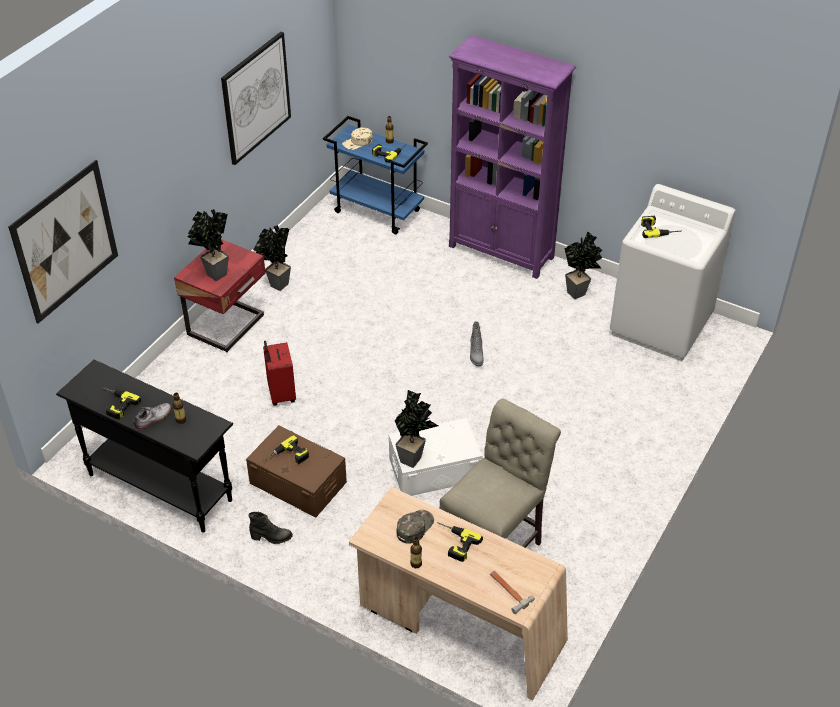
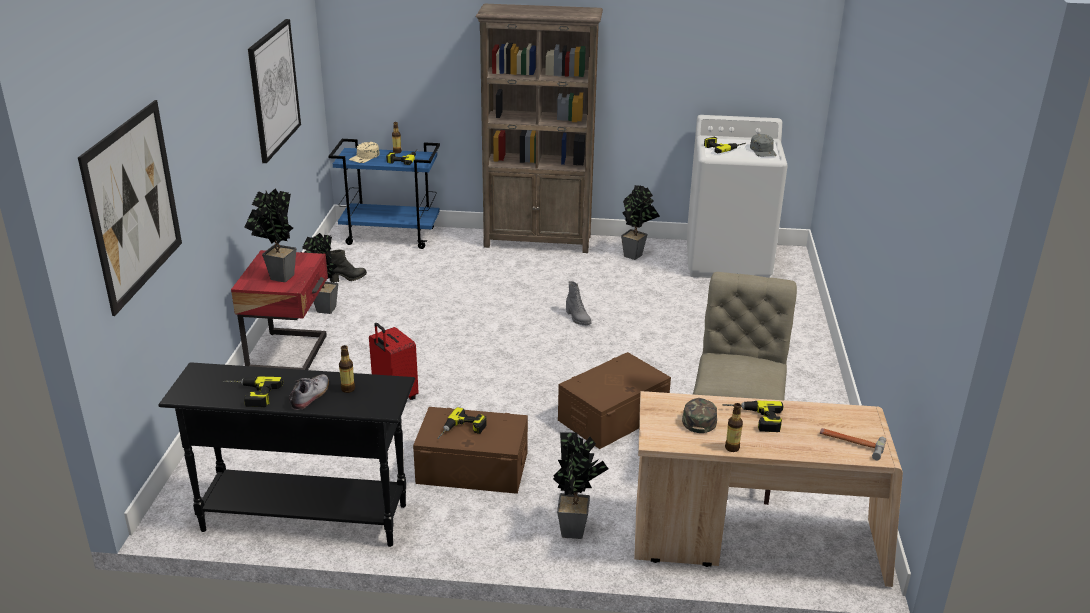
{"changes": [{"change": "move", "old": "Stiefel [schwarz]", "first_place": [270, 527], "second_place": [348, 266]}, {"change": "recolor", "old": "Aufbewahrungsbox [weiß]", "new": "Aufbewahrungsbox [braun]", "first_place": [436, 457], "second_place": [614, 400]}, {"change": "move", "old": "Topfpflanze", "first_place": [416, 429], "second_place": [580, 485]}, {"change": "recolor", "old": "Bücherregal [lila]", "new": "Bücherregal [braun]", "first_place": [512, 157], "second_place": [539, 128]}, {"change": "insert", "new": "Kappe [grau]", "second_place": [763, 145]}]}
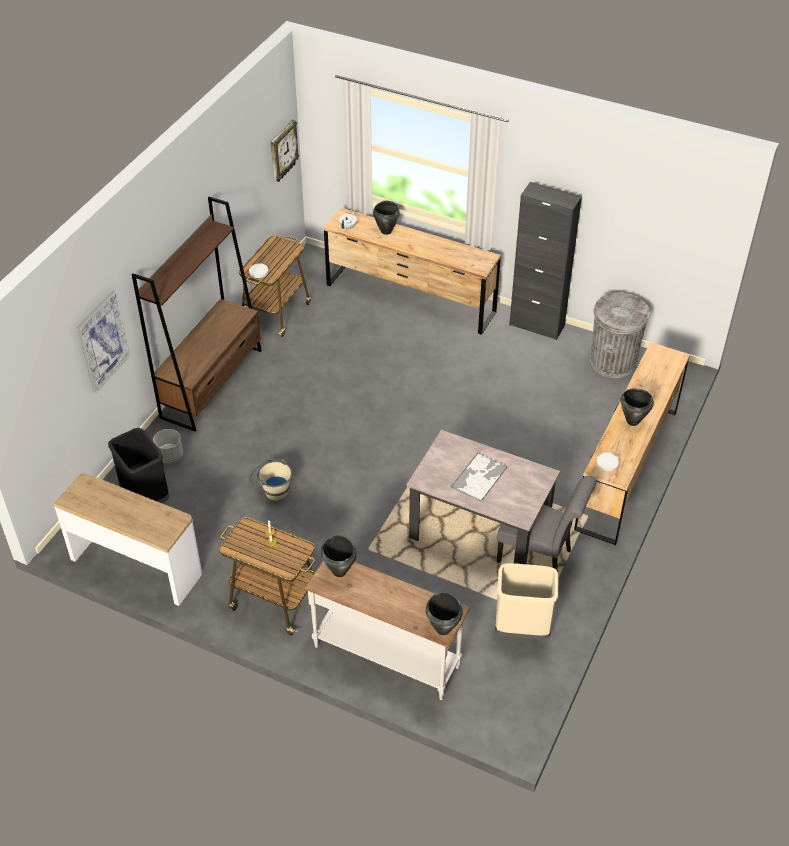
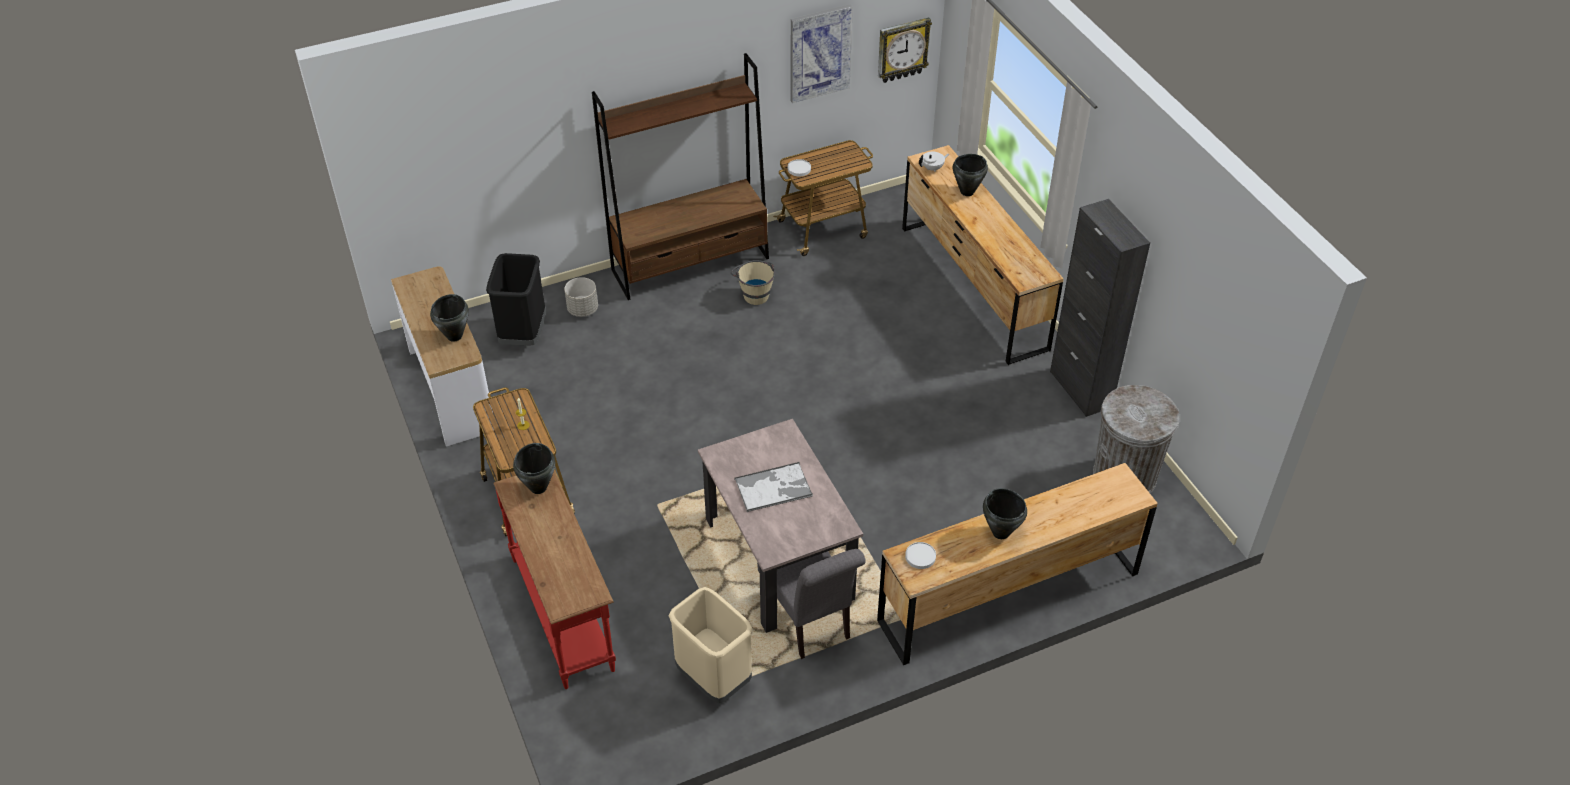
{"changes": [{"change": "move", "old": "Bild", "first_place": [103, 341], "second_place": [821, 53]}, {"change": "move", "old": "Eimer [beige]", "first_place": [271, 480], "second_place": [753, 282]}, {"change": "recolor", "old": "Konsolentisch [weiß]", "new": "Konsolentisch [rot]", "first_place": [387, 630], "second_place": [554, 579]}, {"change": "move", "old": "Kochtopf [schwarz]", "first_place": [444, 613], "second_place": [449, 318]}]}
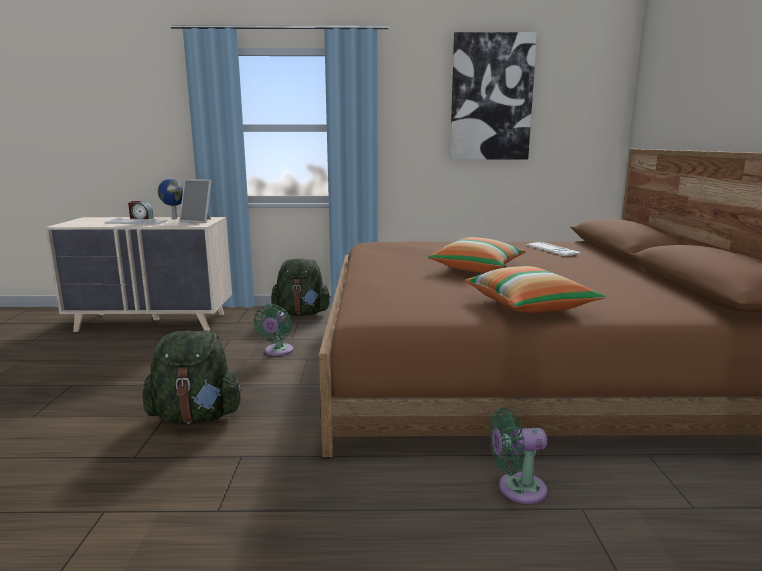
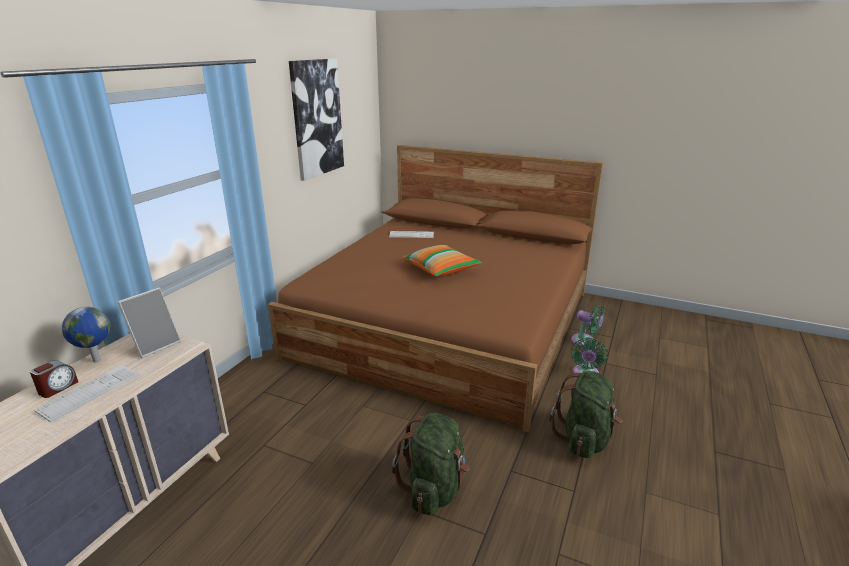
{"changes": [{"change": "move", "old": "Ventilator [grün]", "first_place": [273, 330], "second_place": [588, 325]}, {"change": "move", "old": "Rucksack [grün]", "first_place": [301, 287], "second_place": [586, 414]}, {"change": "delete", "old": "Kissen", "first_place": [535, 289]}]}
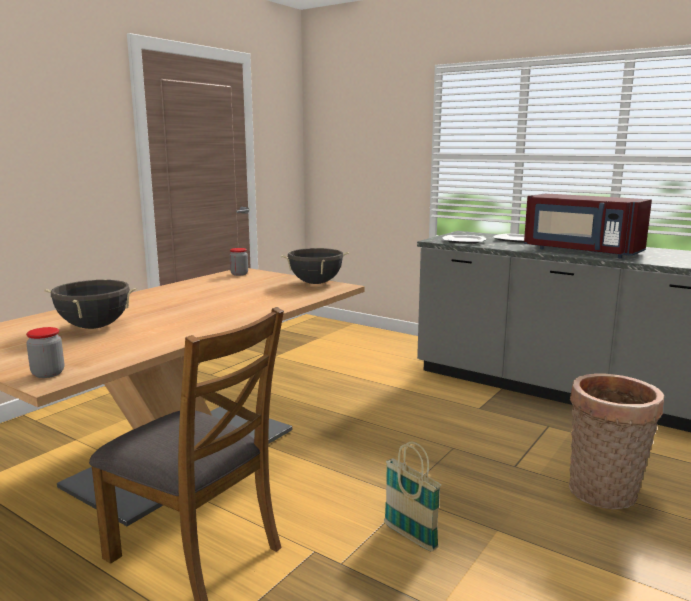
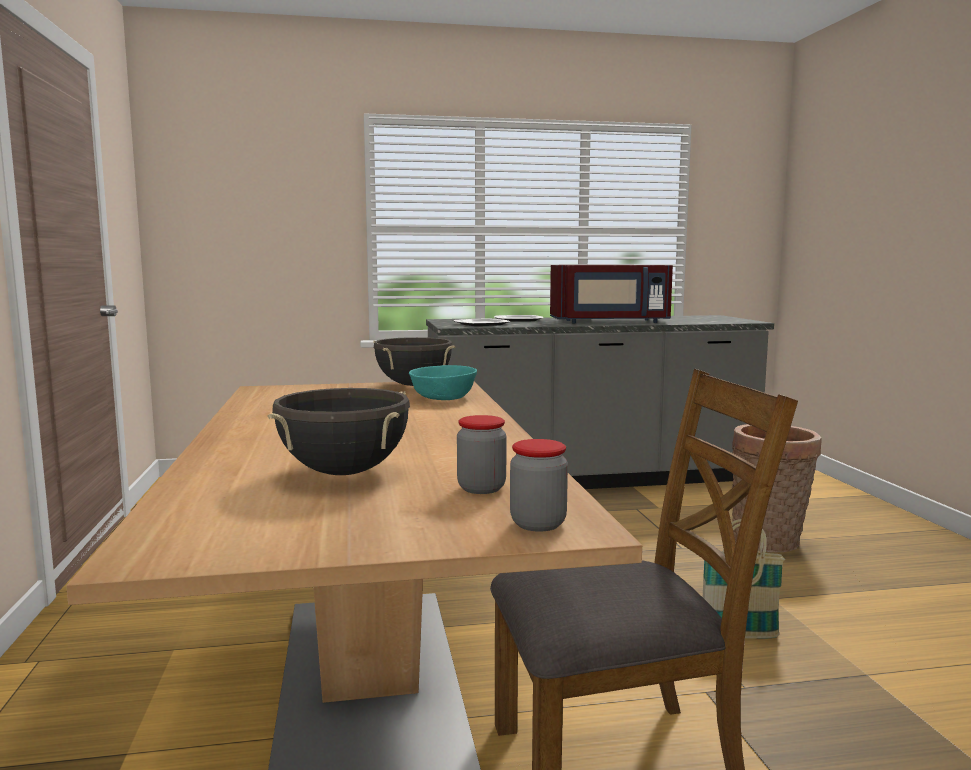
{"changes": [{"change": "move", "old": "Vorratsglas", "first_place": [239, 262], "second_place": [482, 454]}, {"change": "insert", "new": "Schüssel [türkis]", "second_place": [443, 382]}]}
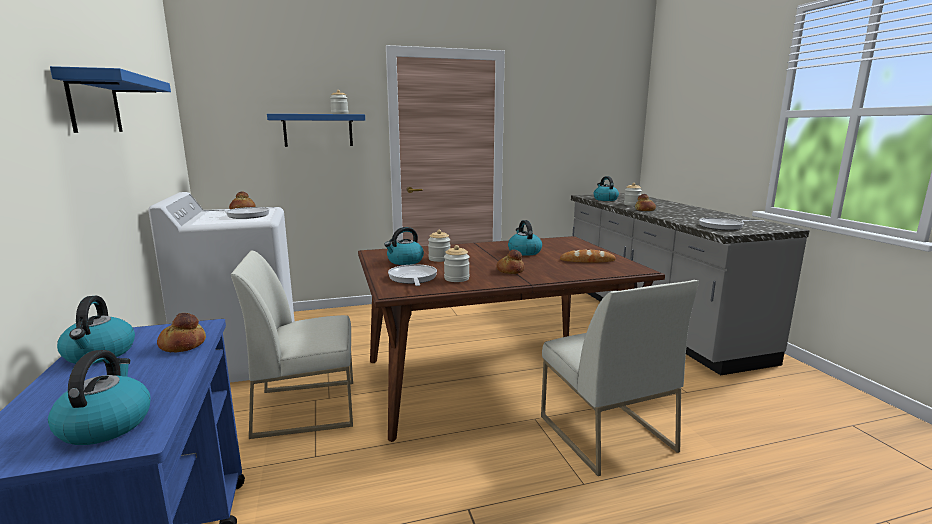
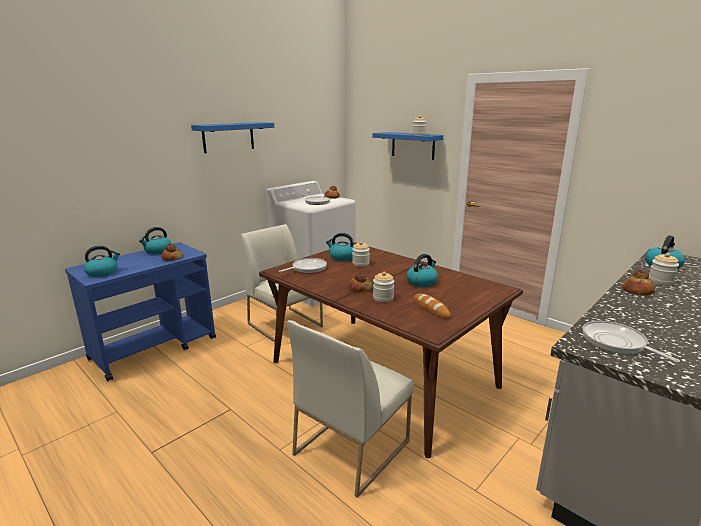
{"changes": [{"change": "move", "old": "Vorratsglas", "first_place": [457, 263], "second_place": [383, 287]}]}
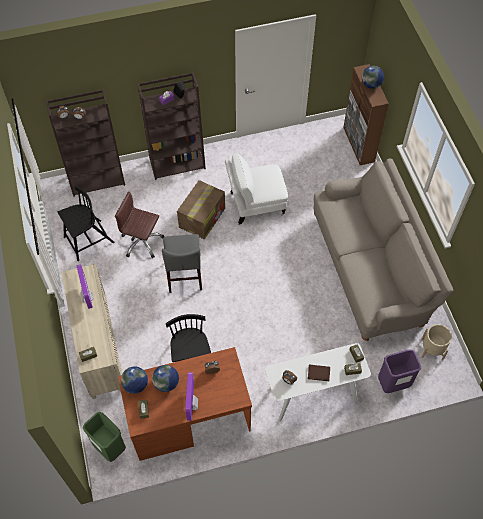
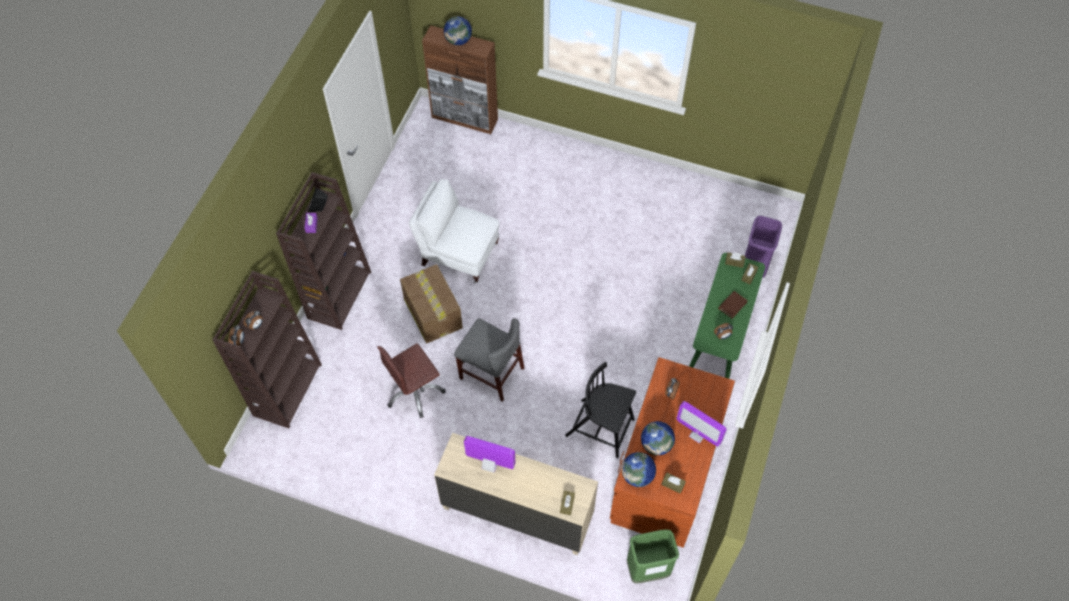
{"changes": [{"change": "delete", "old": "Stuhl [schwarz]", "first_place": [86, 223]}, {"change": "rotate", "old": "Sessel [weiß]", "first_place": [256, 188], "second_place": [454, 231], "degrees": 90}, {"change": "recolor", "old": "Konsolentisch [weiß]", "new": "Konsolentisch [grün]", "first_place": [318, 382], "second_place": [727, 316]}, {"change": "delete", "old": "Sofa [beige]", "first_place": [383, 249]}, {"change": "delete", "old": "Pflanzkübel [beige]", "first_place": [437, 342]}]}
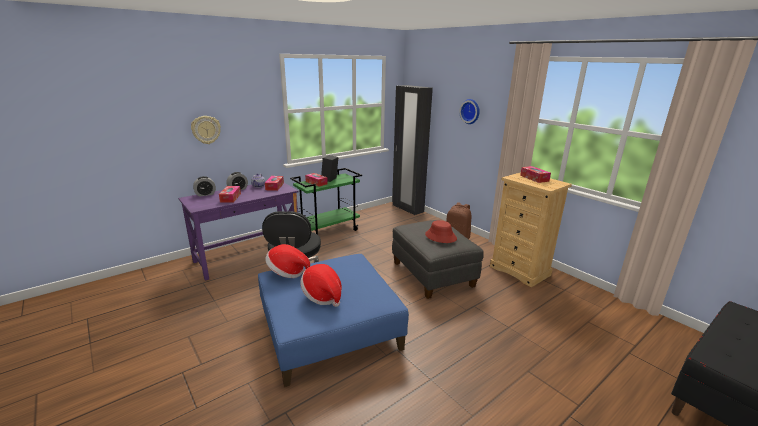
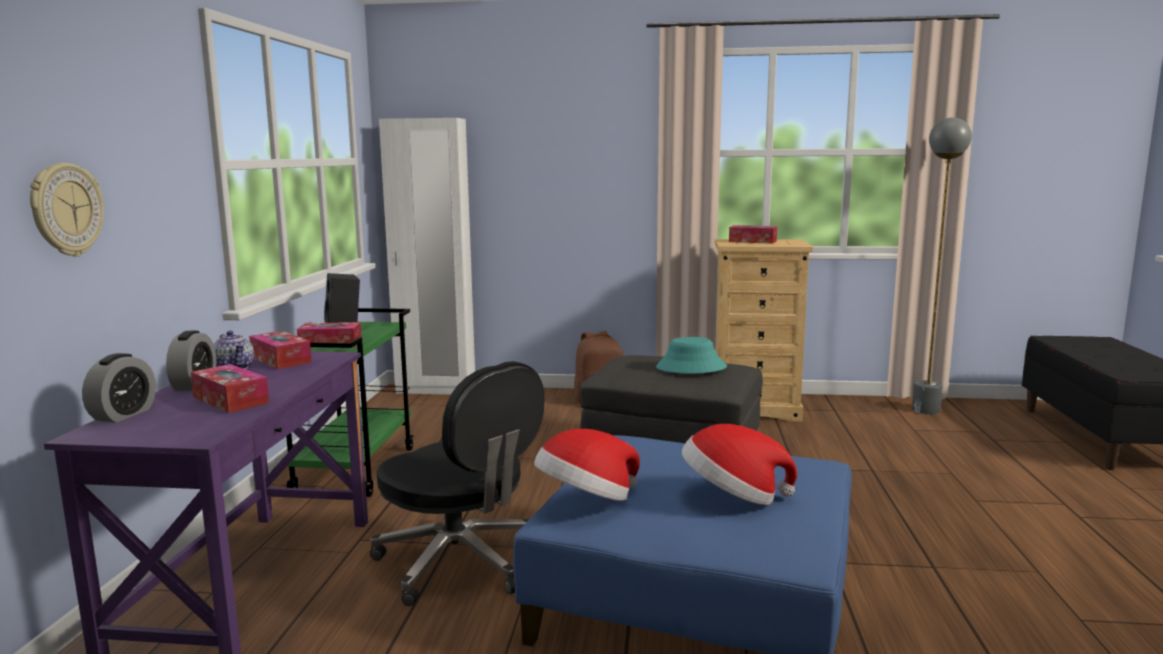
{"changes": [{"change": "recolor", "old": "Kleiderschrank [schwarz]", "new": "Kleiderschrank [weiß]", "first_place": [412, 150], "second_place": [427, 256]}, {"change": "recolor", "old": "Hut [rot]", "new": "Hut [türkis]", "first_place": [441, 231], "second_place": [691, 355]}, {"change": "delete", "old": "Wanduhr", "first_place": [469, 111]}, {"change": "insert", "new": "Stehlampe [grau]", "second_place": [942, 266]}]}
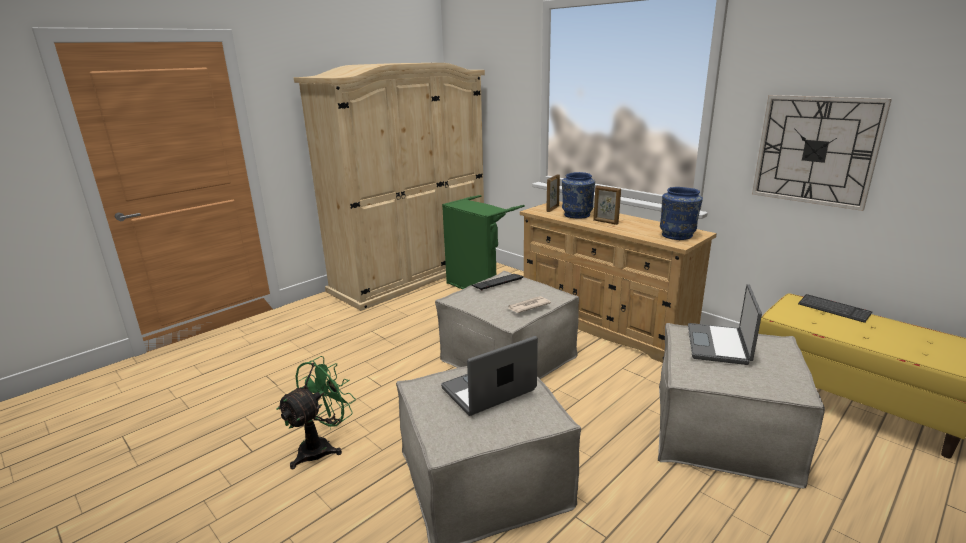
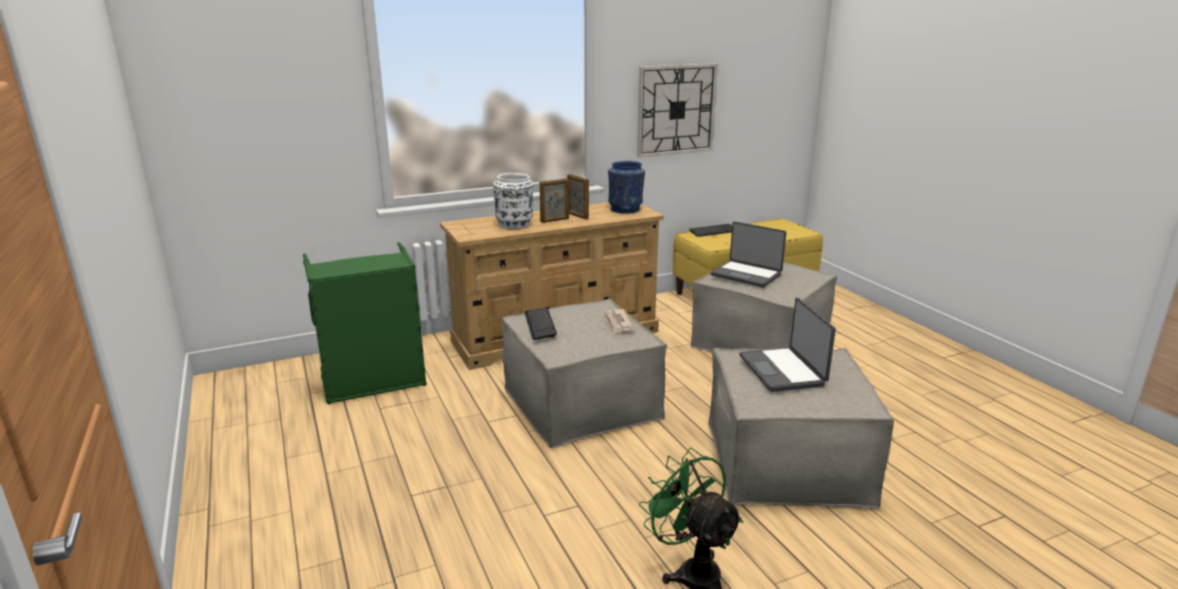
{"changes": [{"change": "delete", "old": "Kleiderschrank [beige]", "first_place": [389, 187]}, {"change": "move", "old": "Bilderrahmen", "first_place": [553, 193], "second_place": [578, 196]}, {"change": "recolor", "old": "Vase [blau]", "new": "Vase [weiß]", "first_place": [578, 195], "second_place": [513, 201]}]}
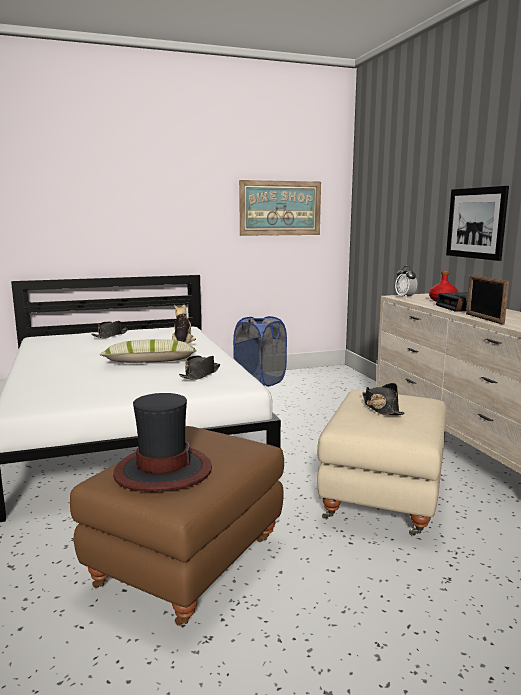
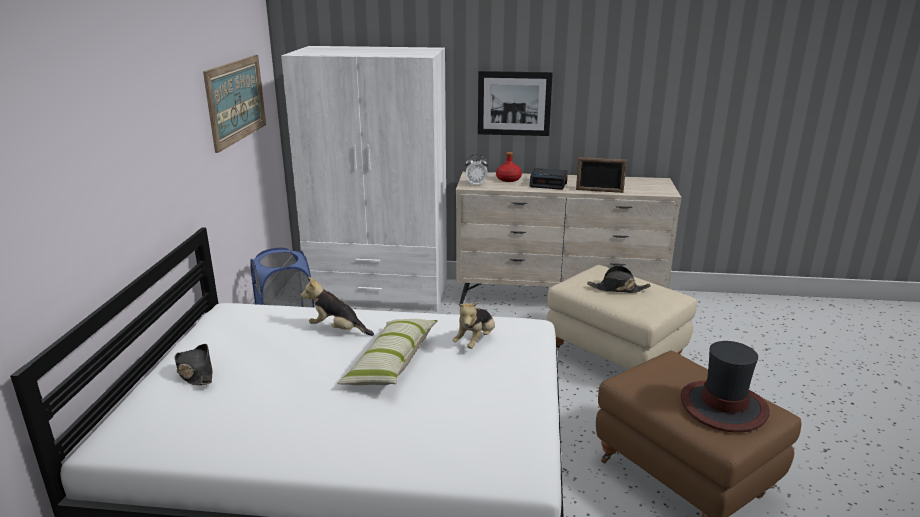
{"changes": [{"change": "replace", "old": "Hut [schwarz]", "new": "Plüschtier", "first_place": [199, 367], "second_place": [473, 325]}, {"change": "insert", "new": "Kleiderschrank [weiß]", "second_place": [364, 179]}]}
